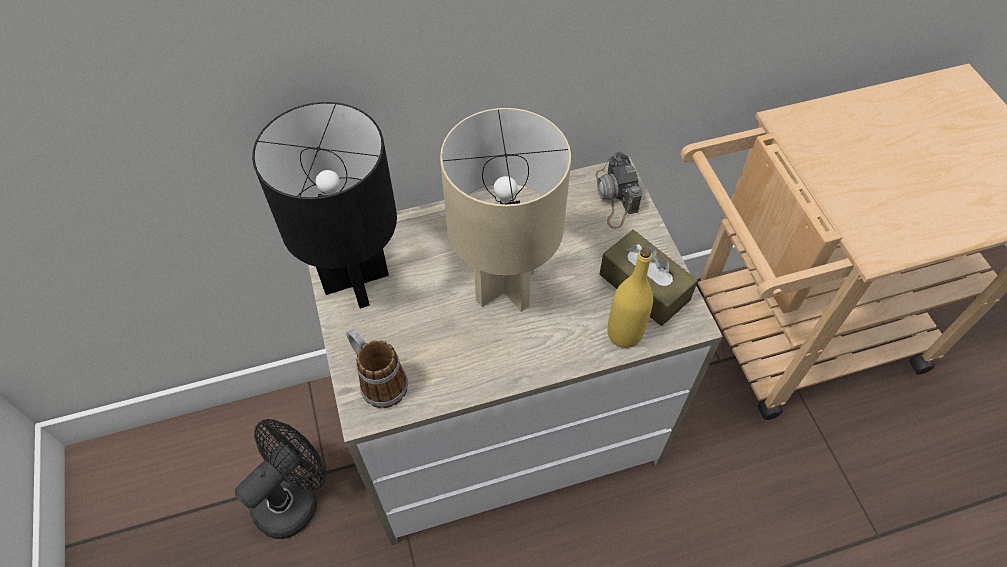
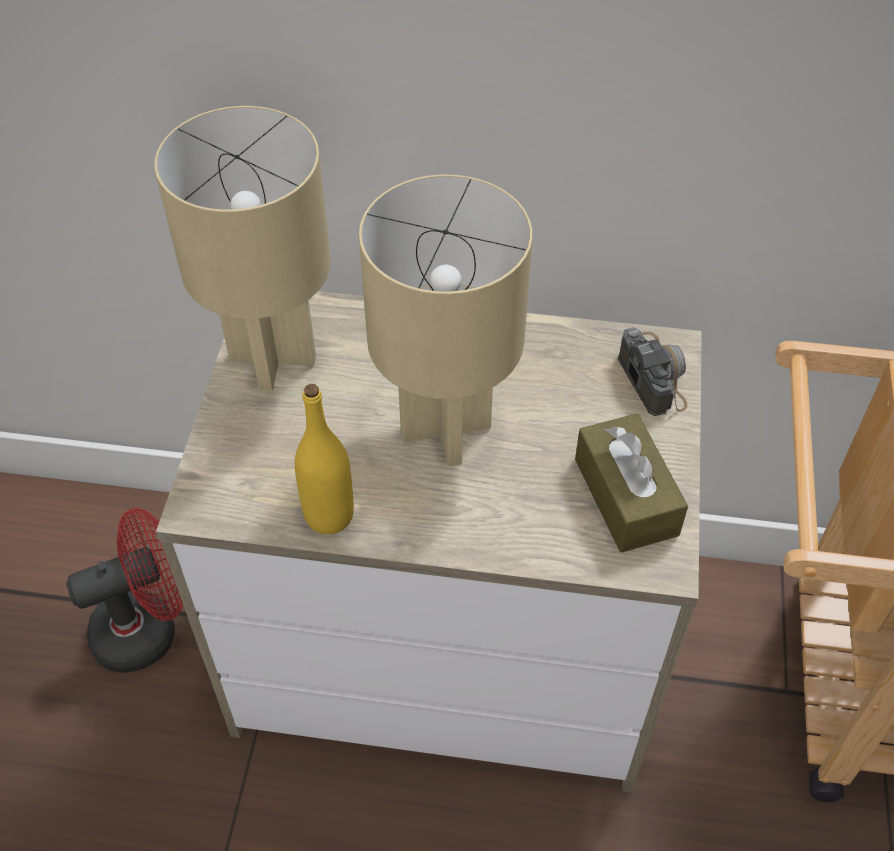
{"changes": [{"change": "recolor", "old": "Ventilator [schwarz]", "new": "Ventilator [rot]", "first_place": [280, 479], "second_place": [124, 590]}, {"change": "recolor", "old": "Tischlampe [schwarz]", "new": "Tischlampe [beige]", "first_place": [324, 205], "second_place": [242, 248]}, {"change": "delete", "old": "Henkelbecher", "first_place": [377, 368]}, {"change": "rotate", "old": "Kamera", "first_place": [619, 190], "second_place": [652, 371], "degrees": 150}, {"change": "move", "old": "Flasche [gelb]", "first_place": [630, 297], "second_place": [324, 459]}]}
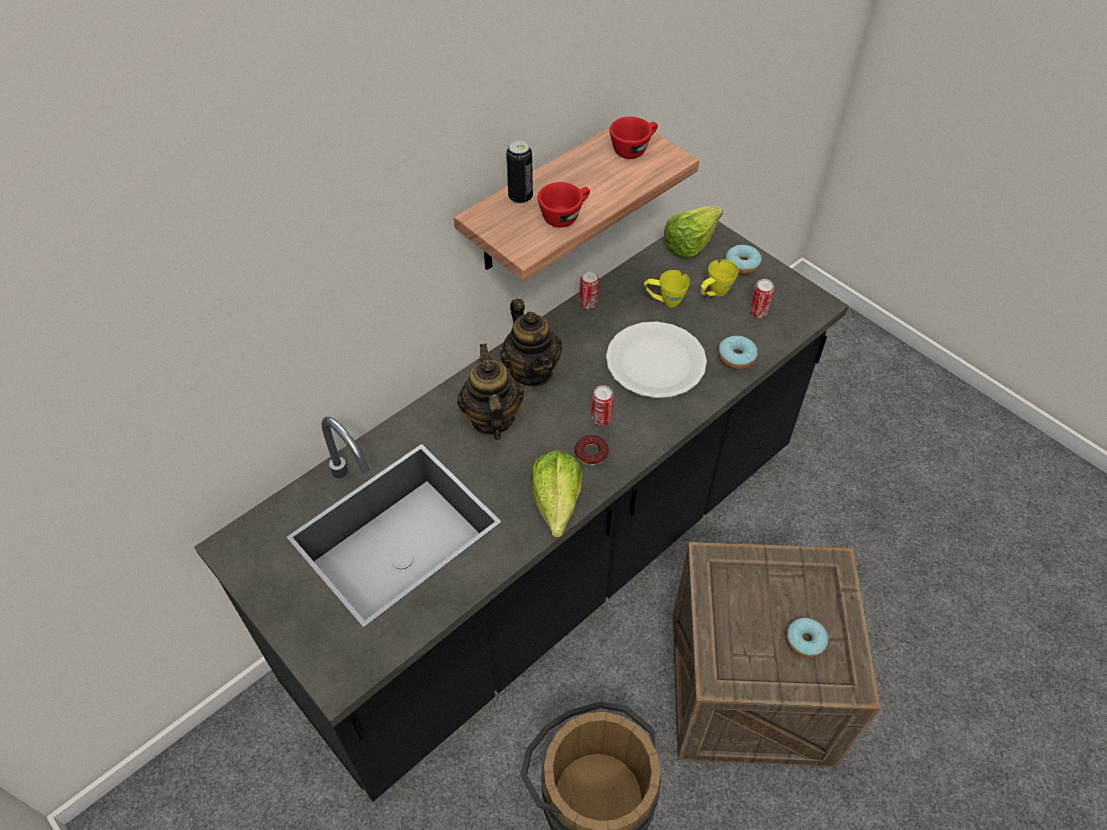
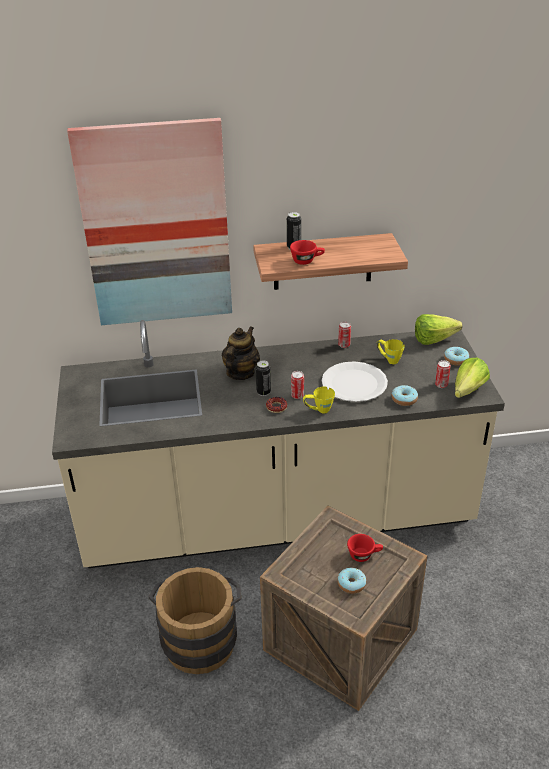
{"changes": [{"change": "recolor", "old": "Küchenzeile [schwarz]", "new": "Küchenzeile [beige]", "first_place": [521, 511], "second_place": [278, 444]}, {"change": "delete", "old": "Teekanne", "first_place": [531, 343]}, {"change": "move", "old": "Salatkopf", "first_place": [556, 493], "second_place": [472, 378]}, {"change": "move", "old": "Tasse [rot]", "first_place": [634, 138], "second_place": [365, 548]}, {"change": "move", "old": "Henkelbecher [gelb]", "first_place": [719, 278], "second_place": [319, 400]}, {"change": "insert", "new": "Bild", "second_place": [149, 221]}, {"change": "insert", "new": "Dose", "second_place": [263, 378]}]}
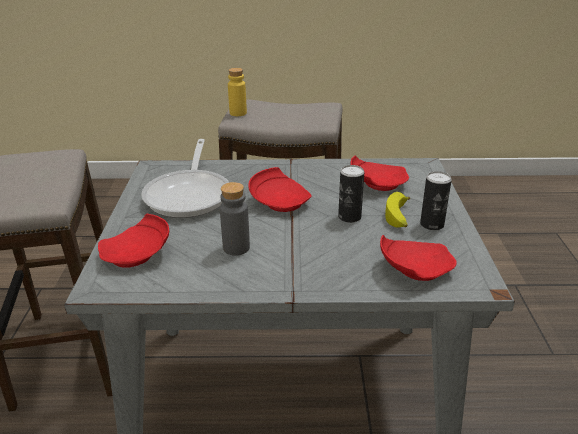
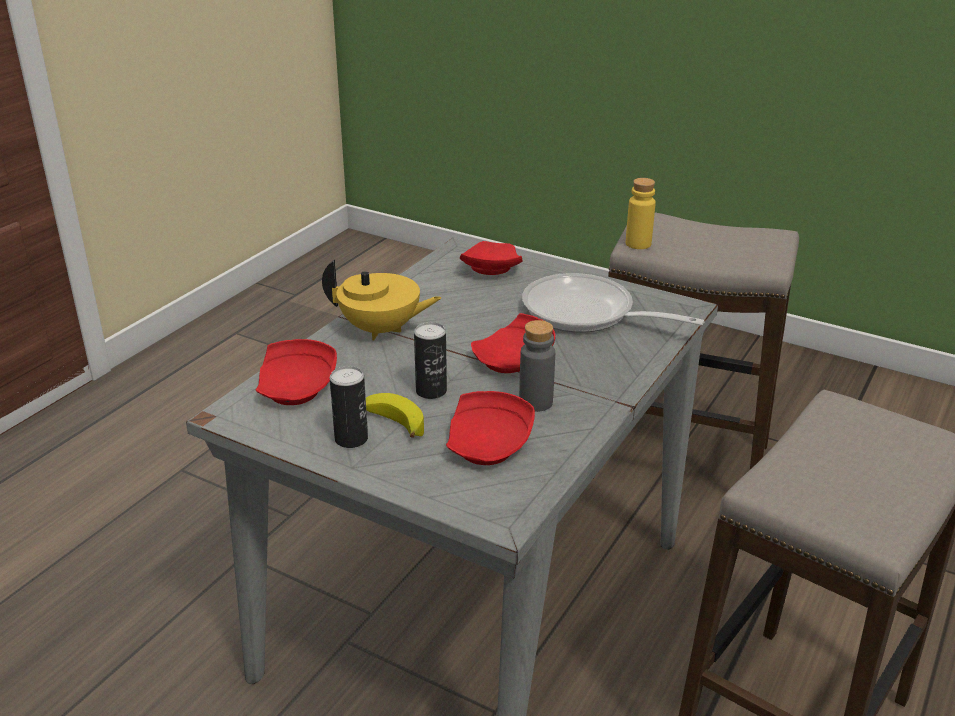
{"changes": [{"change": "move", "old": "Flasche [grau]", "first_place": [235, 219], "second_place": [537, 366]}, {"change": "move", "old": "Flasche [gelb]", "first_place": [237, 92], "second_place": [641, 213]}, {"change": "insert", "new": "Teekanne [gelb]", "second_place": [382, 300]}]}
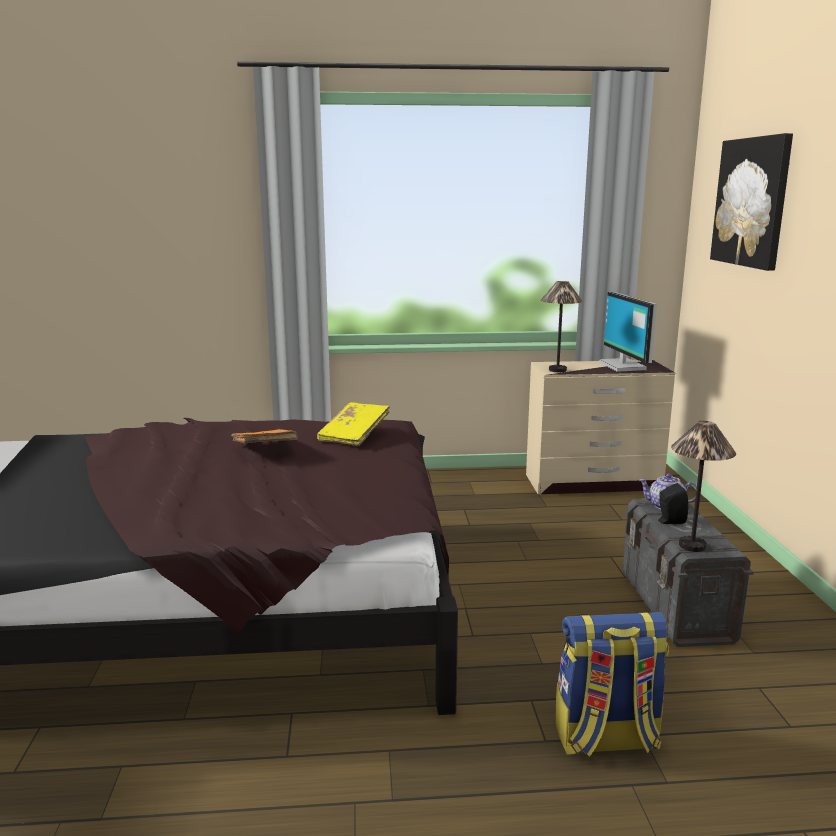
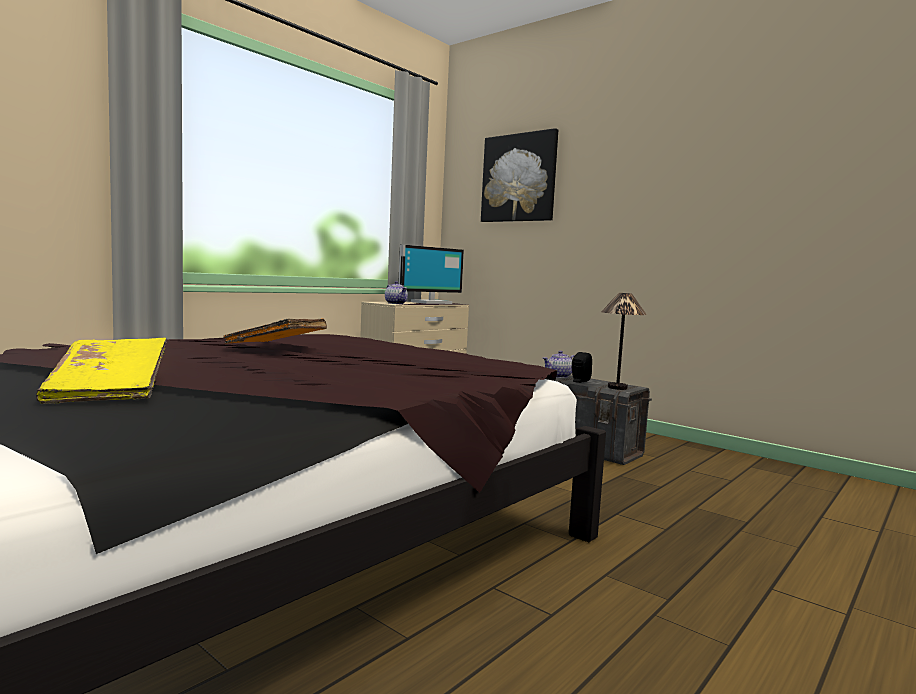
{"changes": [{"change": "move", "old": "Buch [gelb]", "first_place": [353, 424], "second_place": [101, 371]}, {"change": "replace", "old": "Tischlampe", "new": "Teekanne", "first_place": [562, 326], "second_place": [396, 292]}, {"change": "delete", "old": "Rucksack", "first_place": [612, 684]}, {"change": "rotate", "old": "Monitor", "first_place": [628, 332], "second_place": [431, 274], "degrees": -75}]}
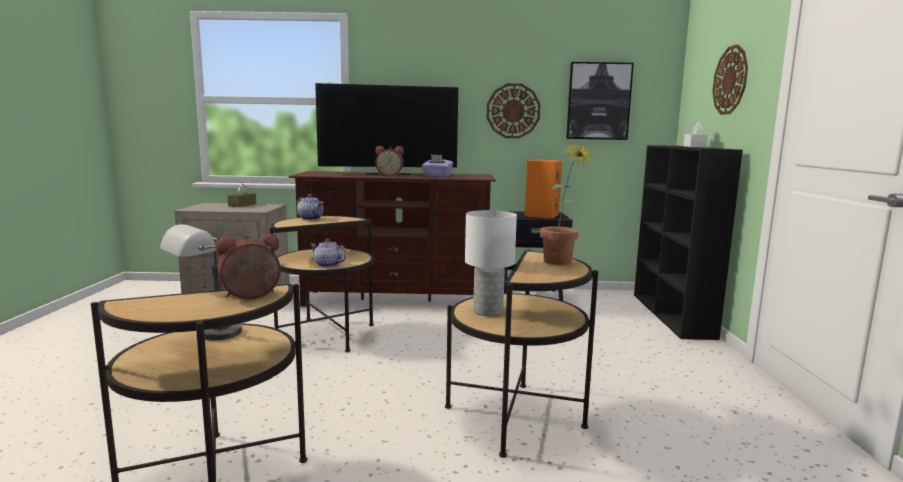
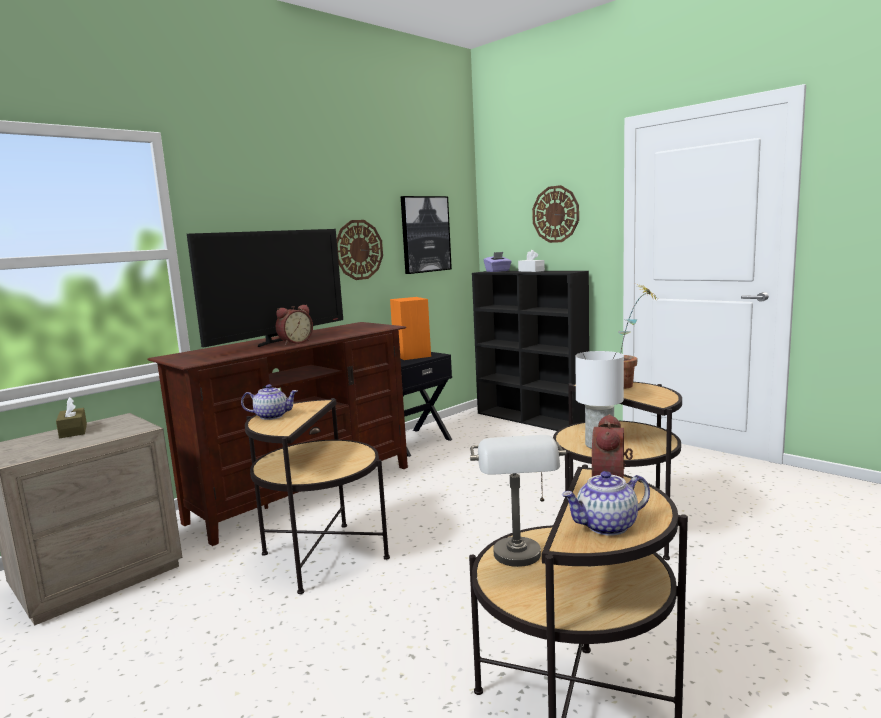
{"changes": [{"change": "move", "old": "Teekanne", "first_place": [328, 253], "second_place": [606, 503]}, {"change": "move", "old": "Taschentuchbox [lila]", "first_place": [437, 165], "second_place": [498, 262]}]}
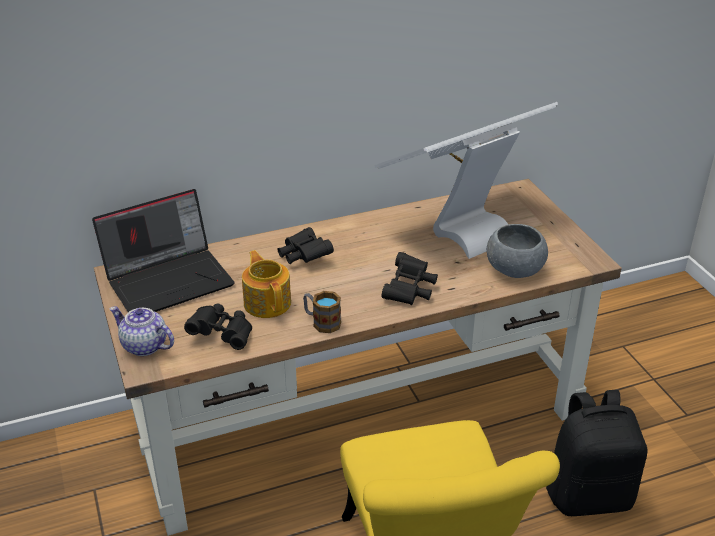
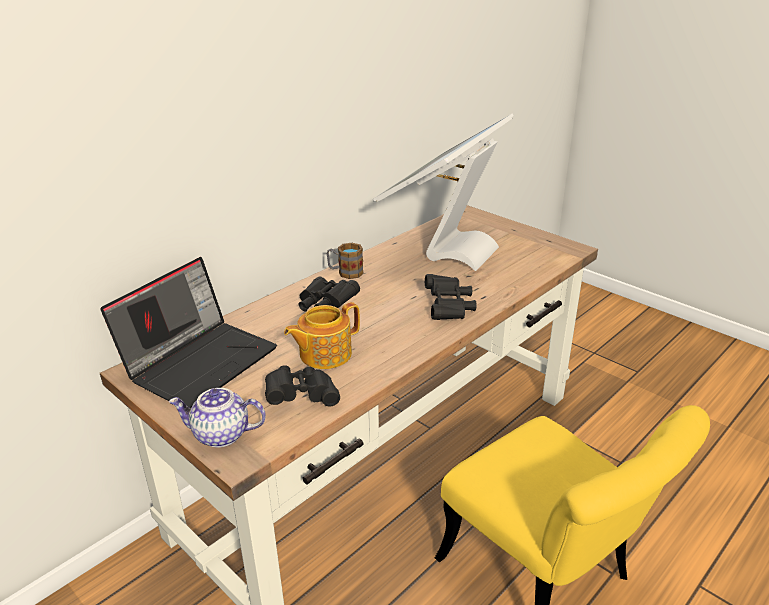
{"changes": [{"change": "rotate", "old": "Teekanne", "first_place": [266, 284], "second_place": [322, 335], "degrees": -75}, {"change": "move", "old": "Henkelbecher", "first_place": [322, 312], "second_place": [345, 261]}, {"change": "delete", "old": "Schüssel [grau]", "first_place": [517, 251]}, {"change": "delete", "old": "Rucksack [schwarz]", "first_place": [597, 453]}]}
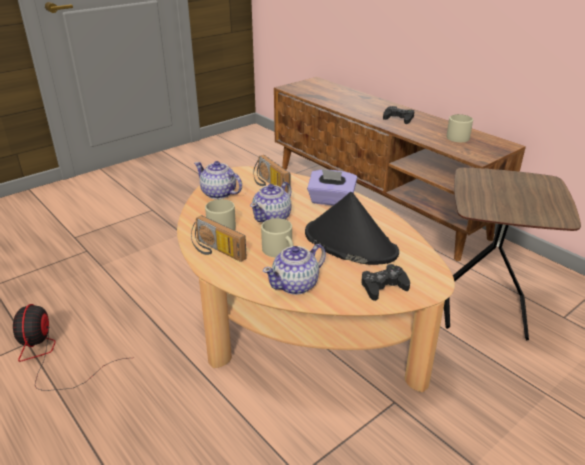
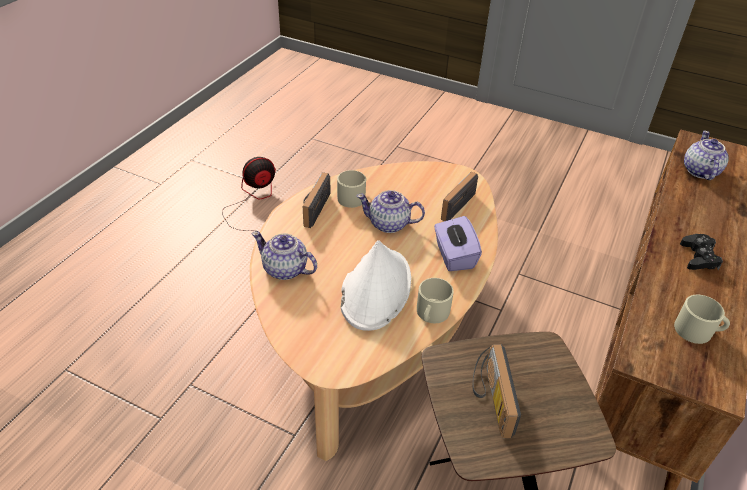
{"changes": [{"change": "move", "old": "Teekanne", "first_place": [218, 180], "second_place": [706, 155]}, {"change": "move", "old": "Henkelbecher [beige]", "first_place": [277, 237], "second_place": [435, 300]}, {"change": "recolor", "old": "Hut [schwarz]", "new": "Hut [weiß]", "first_place": [352, 228], "second_place": [376, 285]}, {"change": "delete", "old": "Gamepad [schwarz]", "first_place": [385, 282]}, {"change": "insert", "new": "Radio", "second_place": [496, 391]}]}
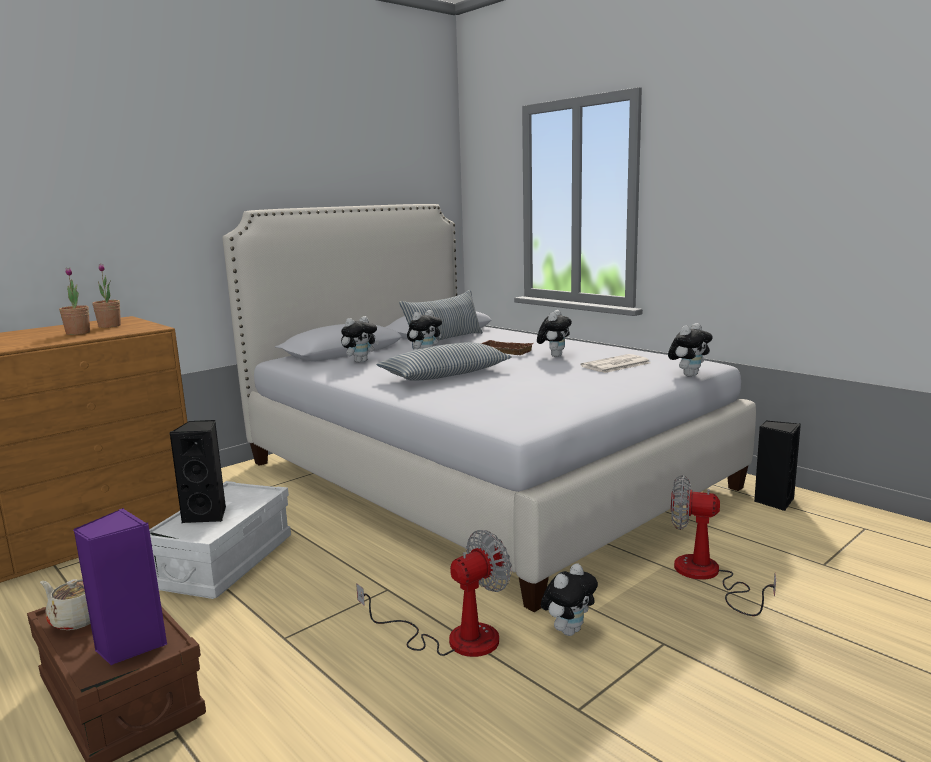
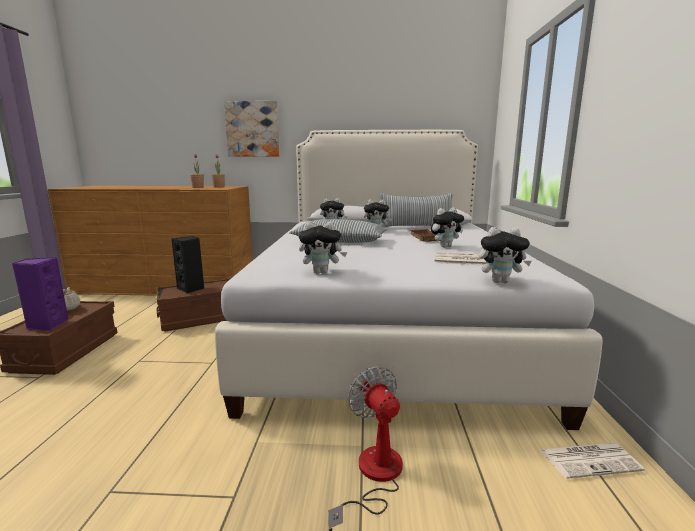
{"changes": [{"change": "recolor", "old": "Aufbewahrungsbox [weiß]", "new": "Aufbewahrungsbox [braun]", "first_place": [220, 540], "second_place": [193, 304]}, {"change": "delete", "old": "Ventilator", "first_place": [434, 593]}, {"change": "move", "old": "Plüschtier", "first_place": [569, 599], "second_place": [323, 247]}, {"change": "replace", "old": "Lautsprecher [schwarz]", "new": "Zeitung", "first_place": [777, 465], "second_place": [592, 461]}, {"change": "insert", "new": "Bild", "second_place": [252, 129]}]}
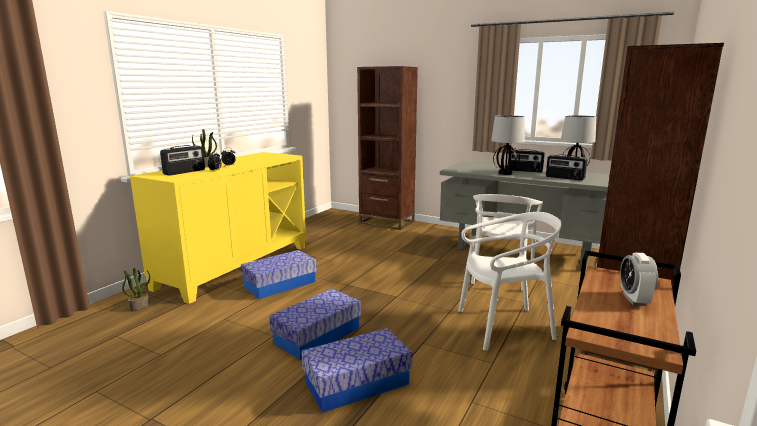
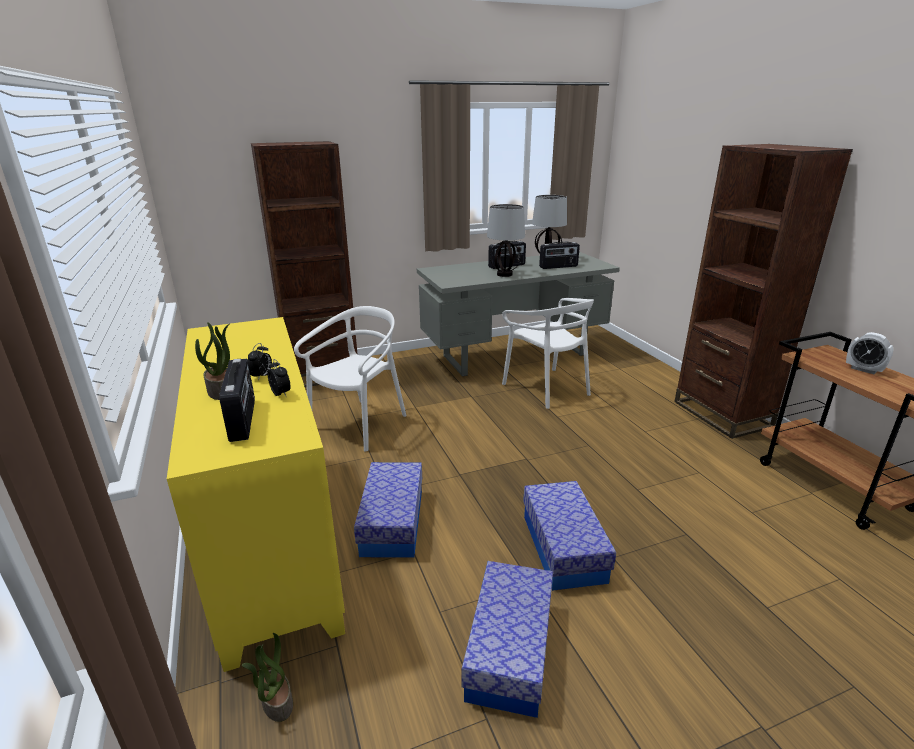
{"changes": [{"change": "move", "old": "Aufbewahrungsbox", "first_place": [357, 370], "second_place": [507, 639]}, {"change": "move", "old": "Stuhl [weiß]", "first_place": [510, 281], "second_place": [350, 379]}]}
